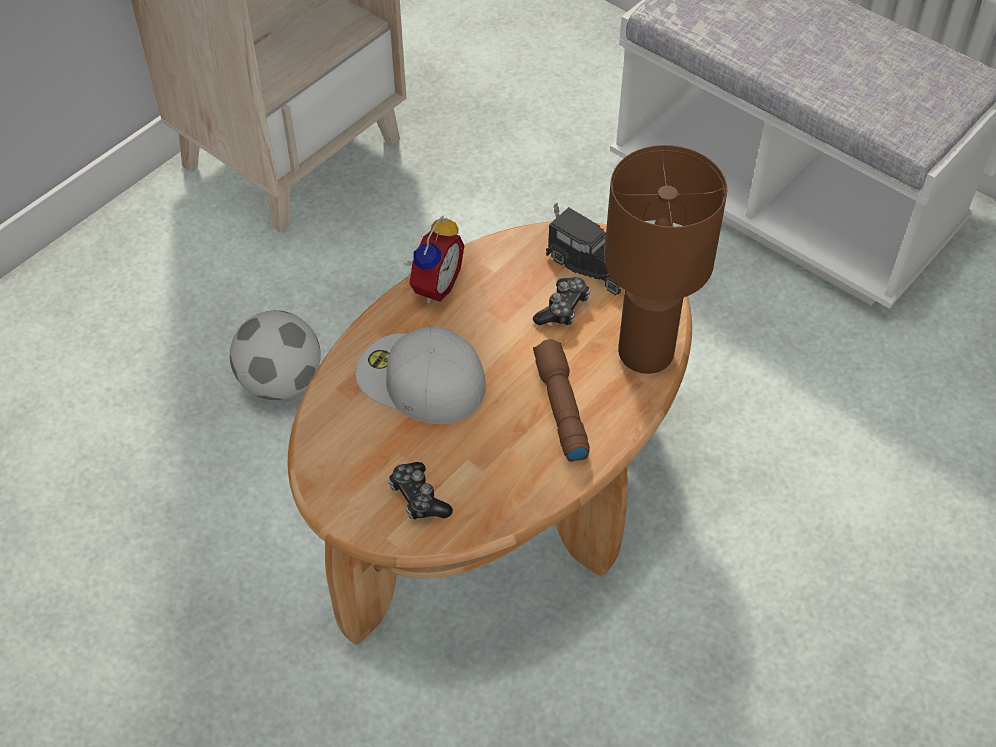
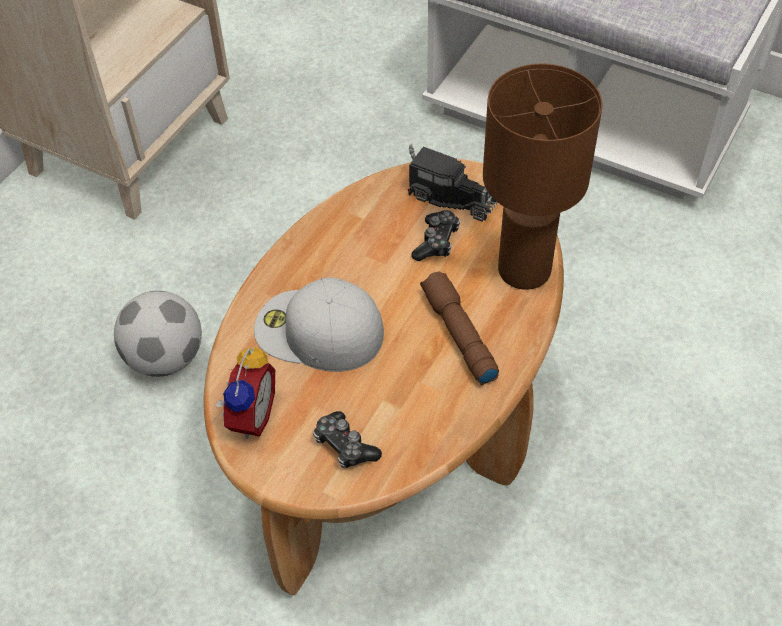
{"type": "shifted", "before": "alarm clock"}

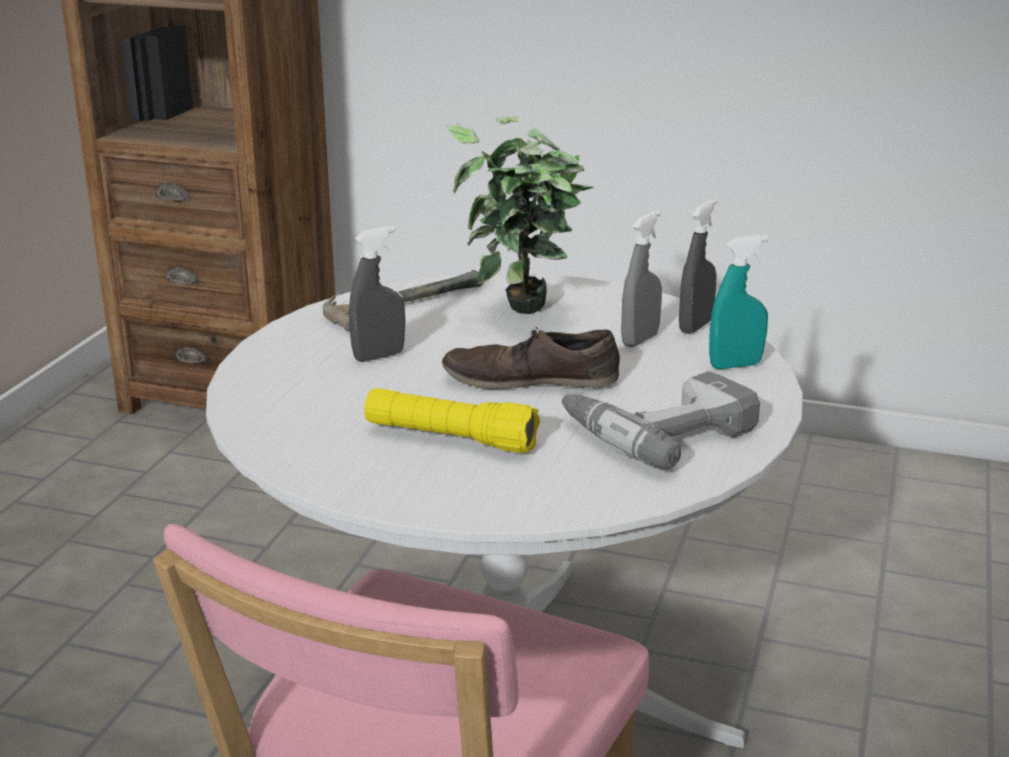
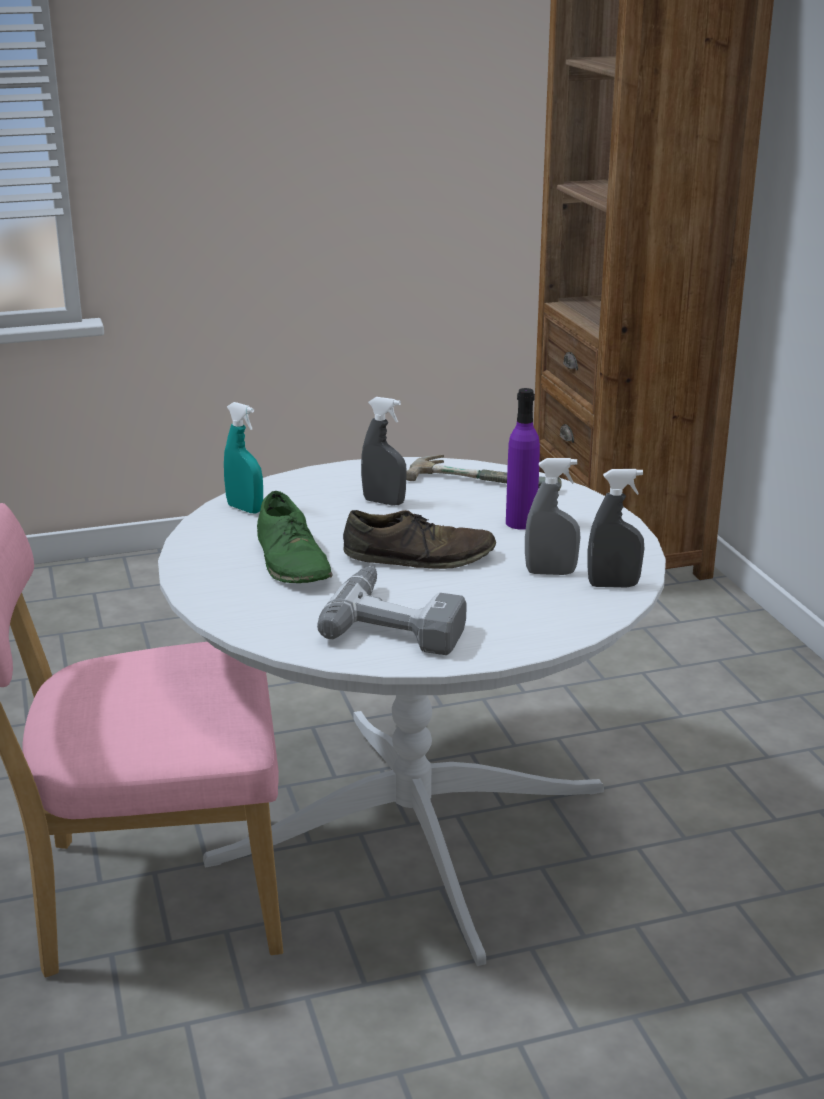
{"type": "swapped", "before": "potted plant", "after": "bottle (purple)"}
{"type": "shifted", "before": "spray bottle (turquoise)"}
{"type": "rotated", "before": "shoe (brown)", "turn": 120}
{"type": "swapped", "before": "flashlight (yellow)", "after": "shoe (green)"}

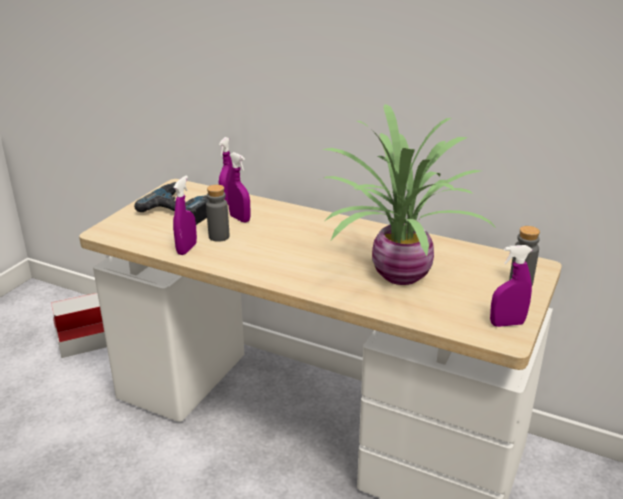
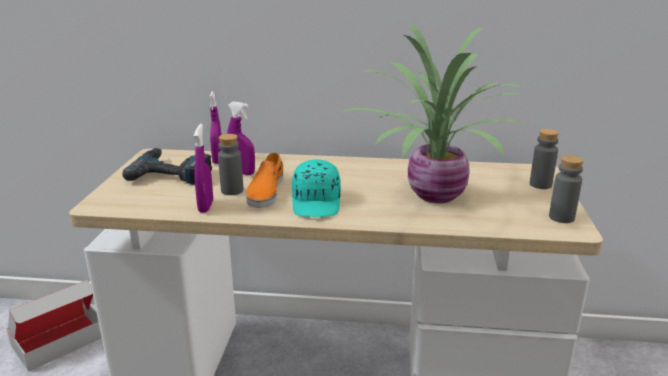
{"type": "swapped", "before": "spray bottle (purple) (no. 4 from left)", "after": "bottle (grey) (no. 3 from left)"}
{"type": "new", "after": "shoe (orange)"}
{"type": "new", "after": "cap (turquoise)"}

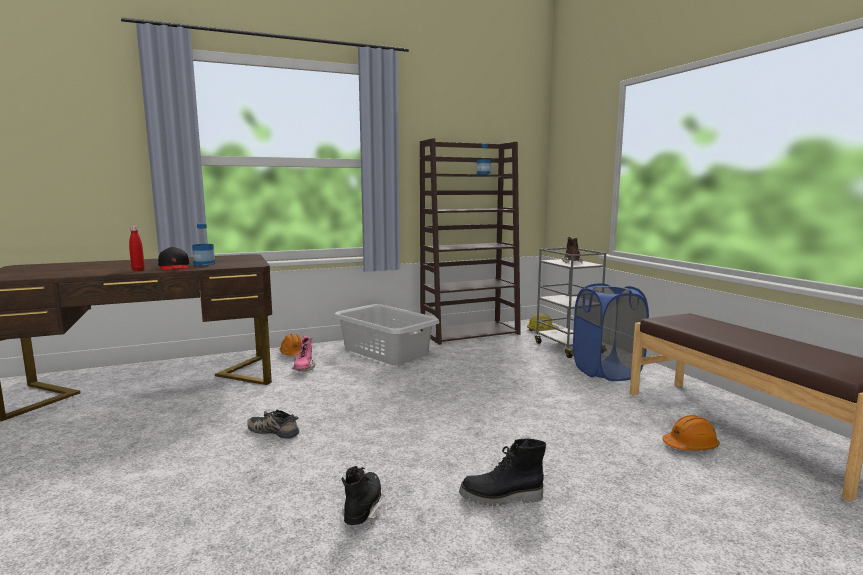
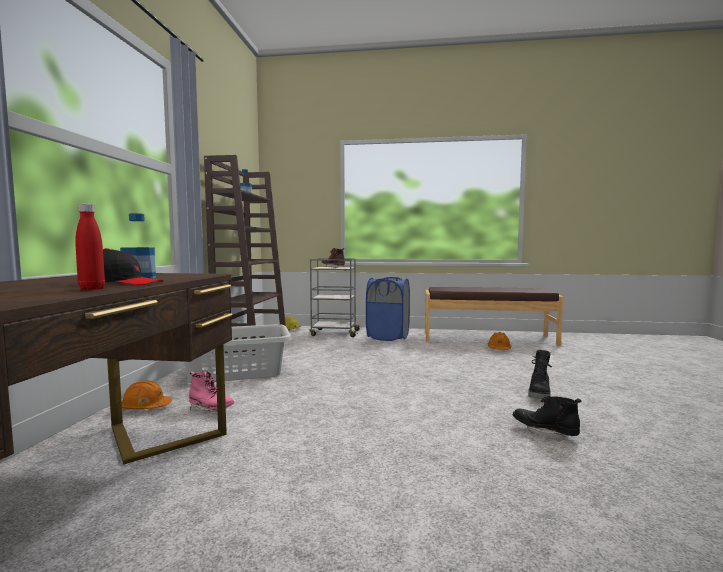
{"type": "gone", "before": "shoe"}

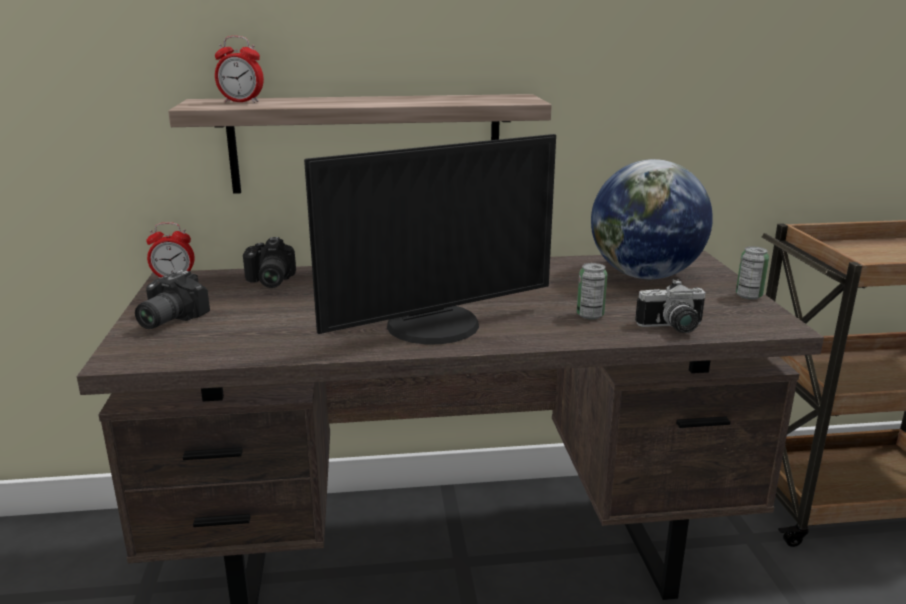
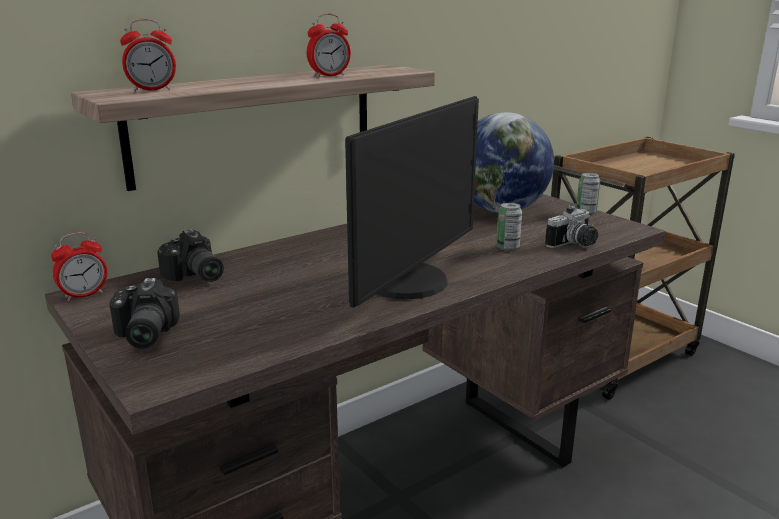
{"type": "new", "after": "alarm clock (no. 3 from left)"}

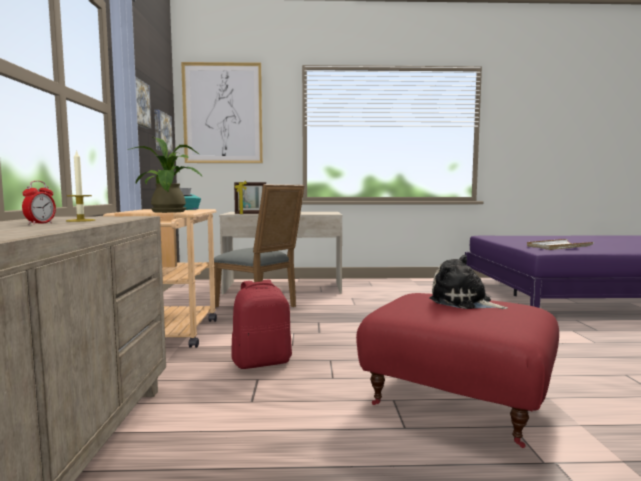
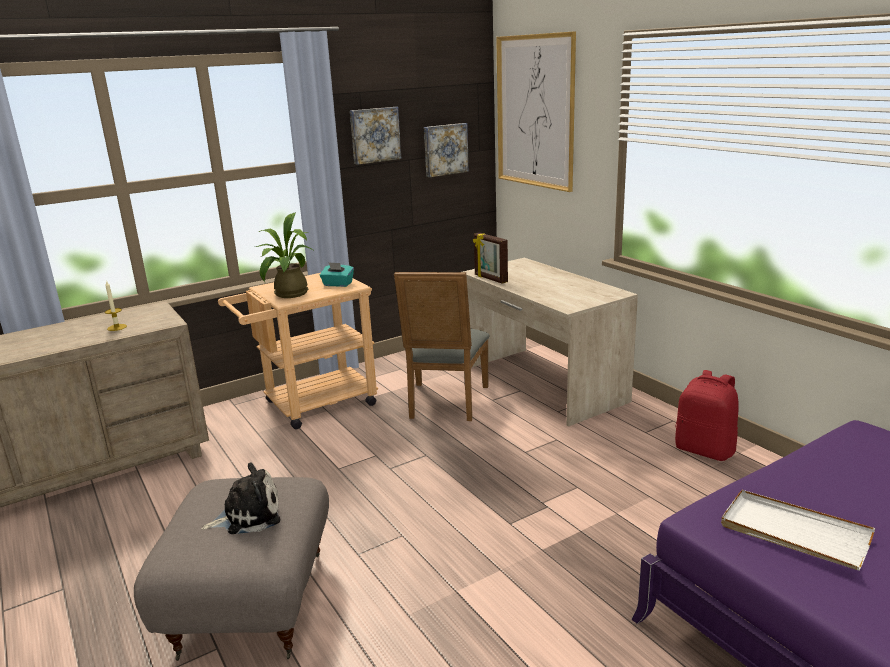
{"type": "gone", "before": "alarm clock"}
{"type": "rotated", "before": "plush toy", "turn": 60}
{"type": "shifted", "before": "backpack (red)"}
{"type": "repainted", "before": "ottoman (red)", "after": "ottoman (grey)"}

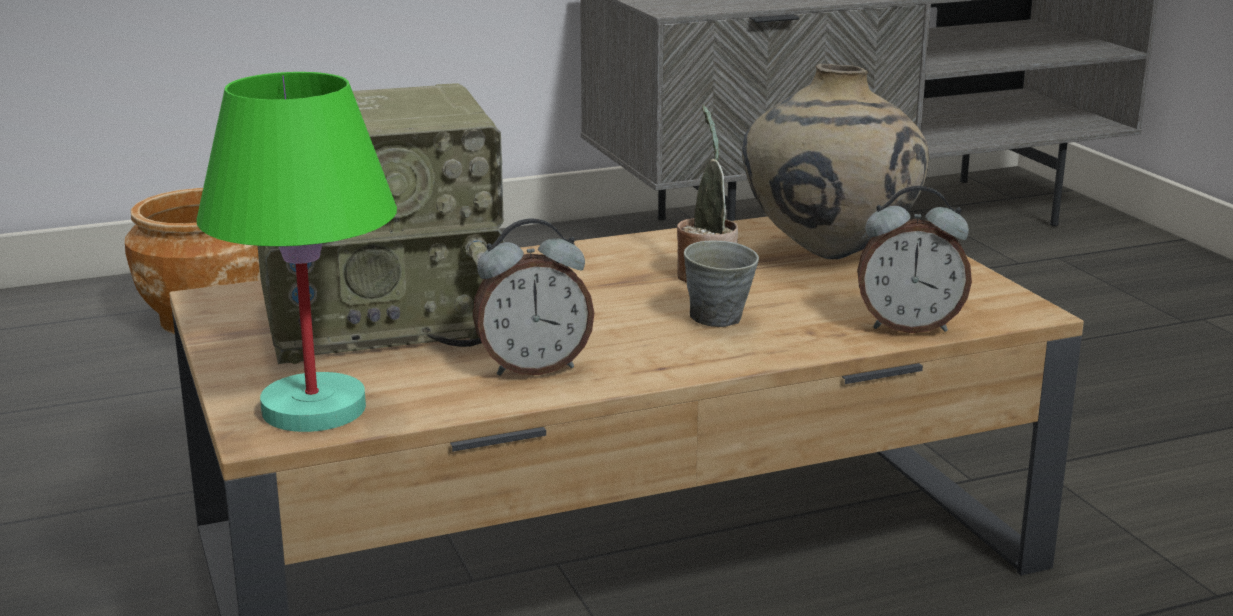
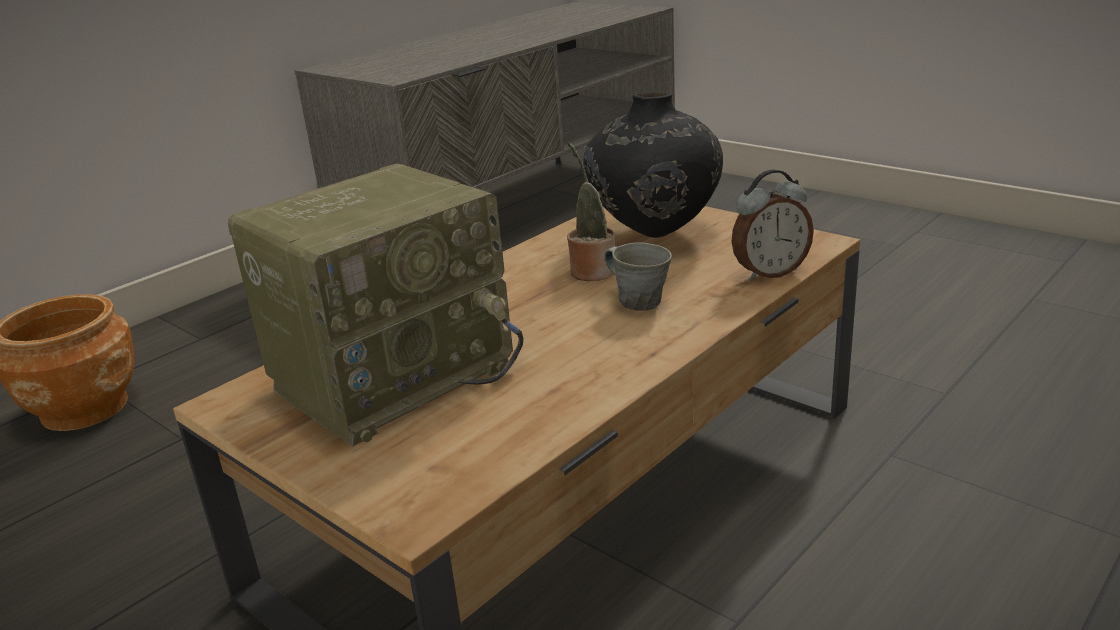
{"type": "repainted", "before": "vase (beige)", "after": "vase (black)"}
{"type": "gone", "before": "table lamp (green)"}
{"type": "gone", "before": "alarm clock (no. 1 from left)"}

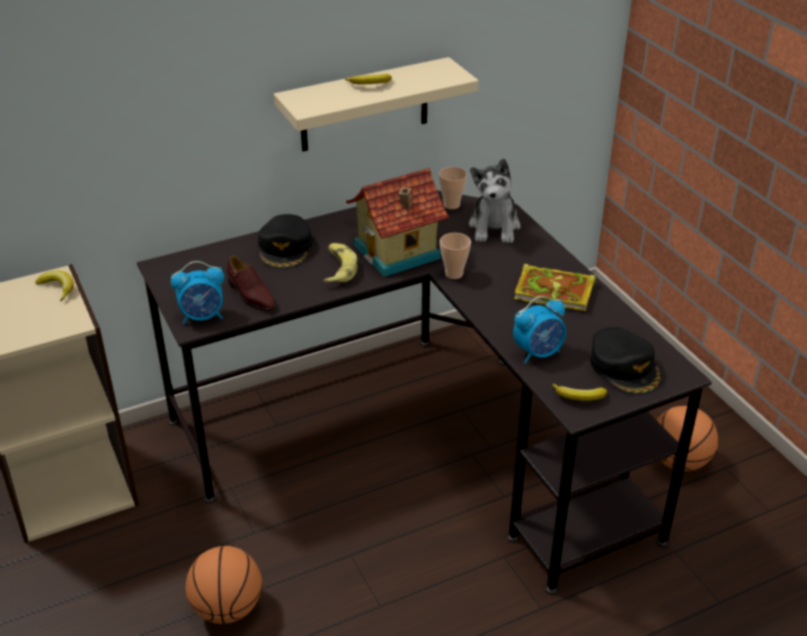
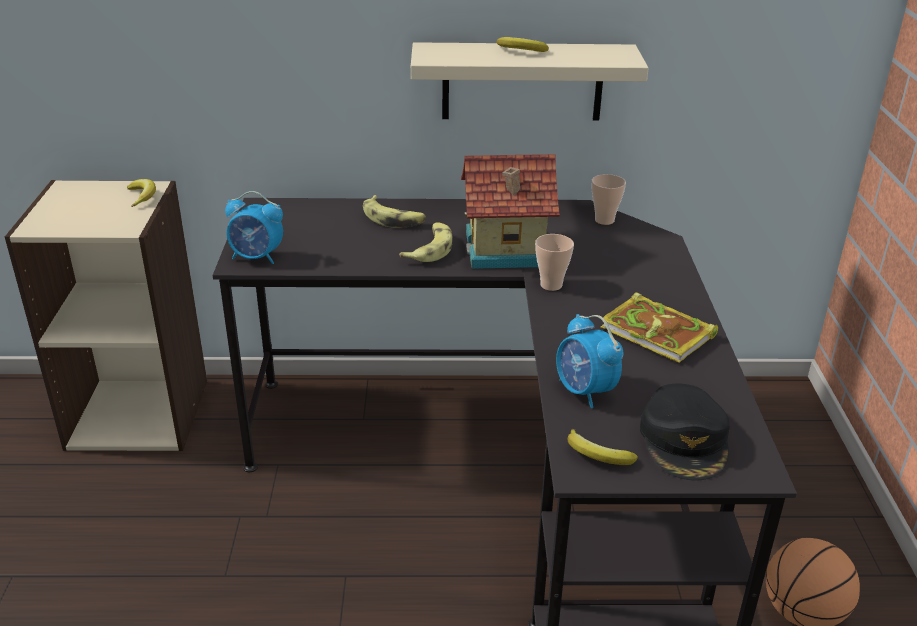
{"type": "gone", "before": "plush toy"}
{"type": "swapped", "before": "cap (black) (no. 1 from left)", "after": "banana (no. 2 from left)"}
{"type": "gone", "before": "shoe (brown)"}
{"type": "rotated", "before": "alarm clock (no. 2 from left)", "turn": 60}
{"type": "gone", "before": "basketball (no. 1 from left)"}

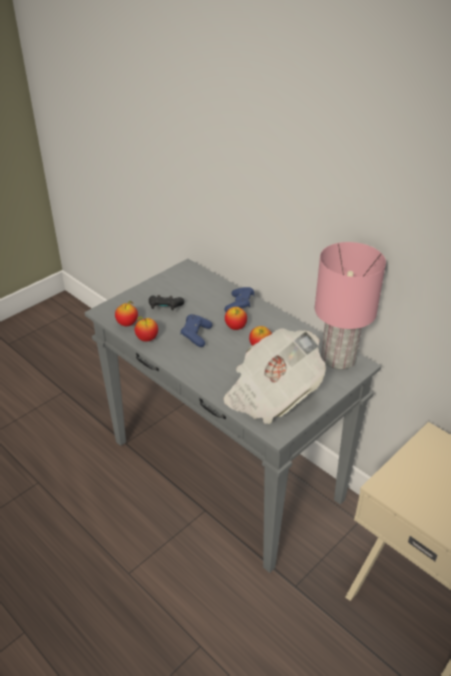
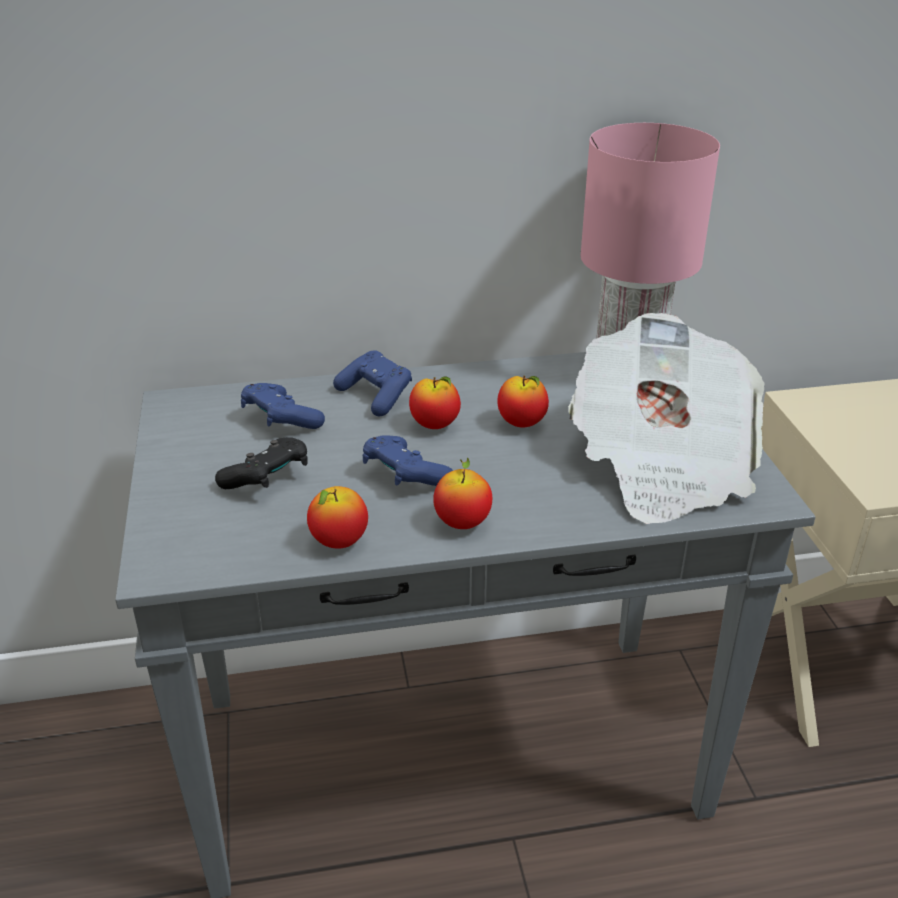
{"type": "shifted", "before": "apple (no. 1 from left in the first image)", "after": "apple (no. 3 from left)"}
{"type": "new", "after": "game controller (blue) (no. 1 from left)"}

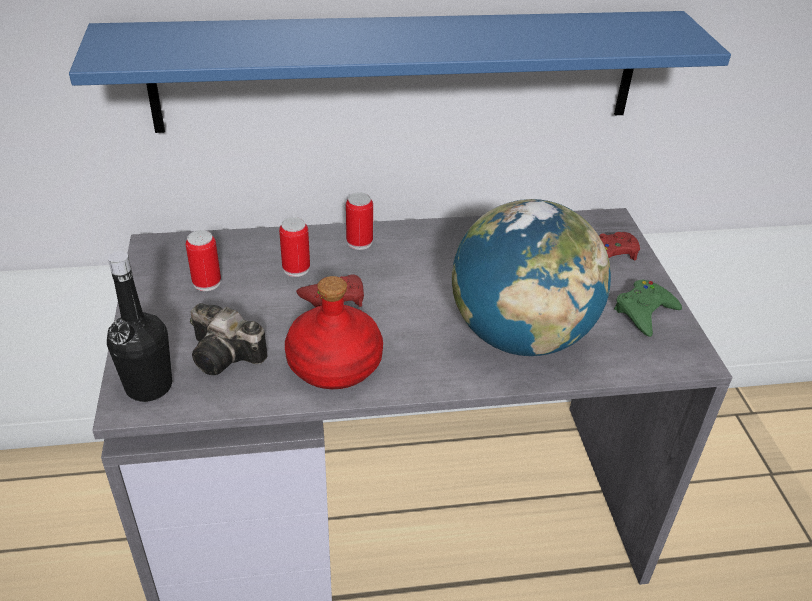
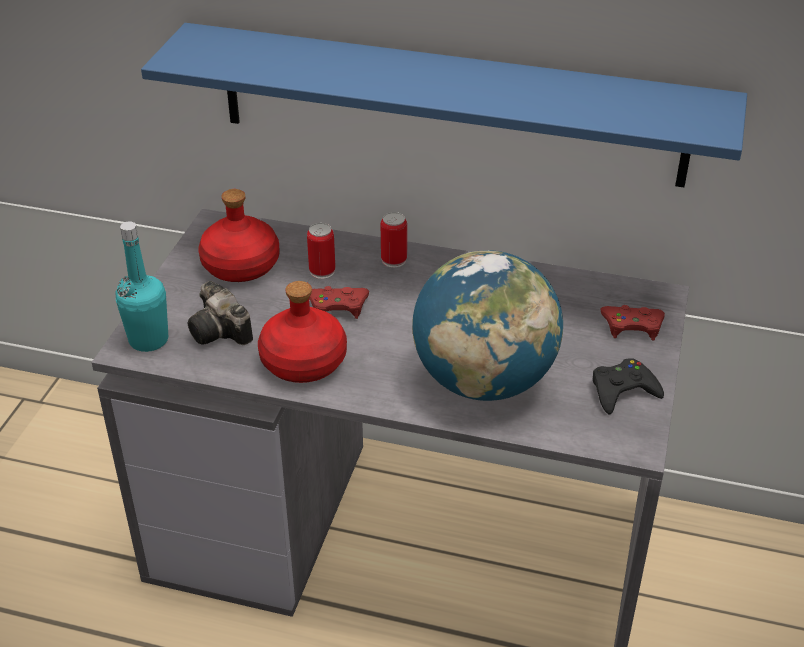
{"type": "swapped", "before": "can (no. 1 from left)", "after": "bottle (red) (no. 1 from left)"}
{"type": "repainted", "before": "bottle (black)", "after": "bottle (turquoise)"}
{"type": "repainted", "before": "game controller (green)", "after": "game controller (black)"}

